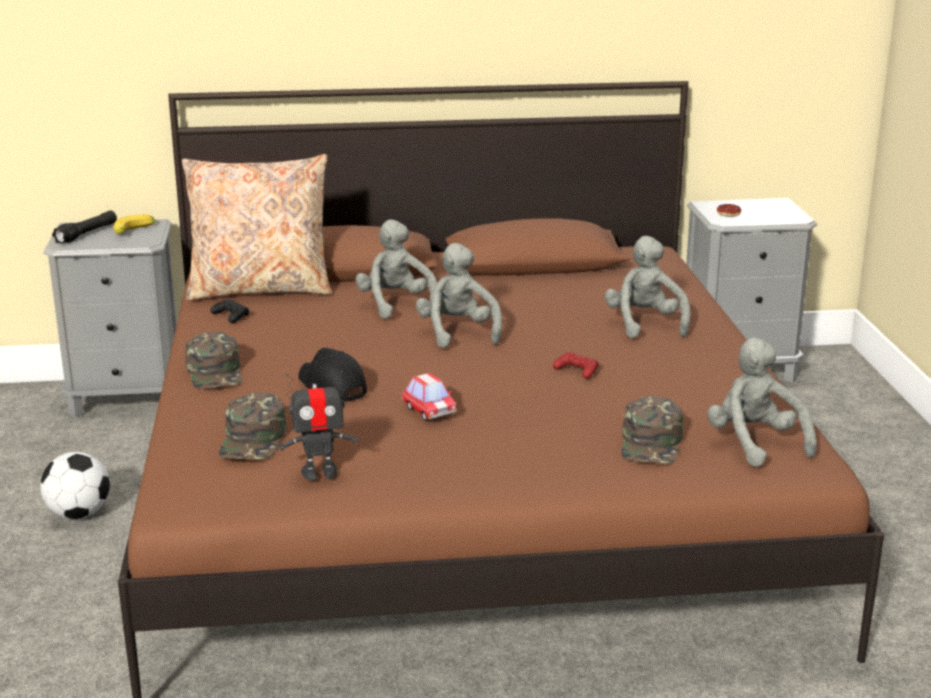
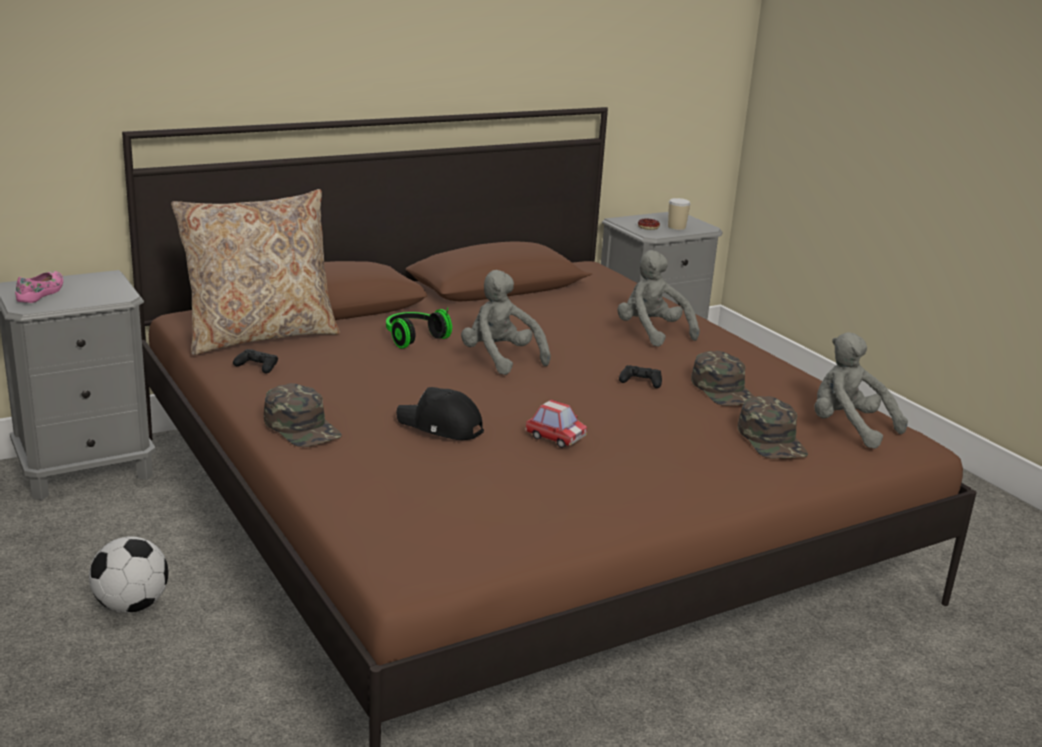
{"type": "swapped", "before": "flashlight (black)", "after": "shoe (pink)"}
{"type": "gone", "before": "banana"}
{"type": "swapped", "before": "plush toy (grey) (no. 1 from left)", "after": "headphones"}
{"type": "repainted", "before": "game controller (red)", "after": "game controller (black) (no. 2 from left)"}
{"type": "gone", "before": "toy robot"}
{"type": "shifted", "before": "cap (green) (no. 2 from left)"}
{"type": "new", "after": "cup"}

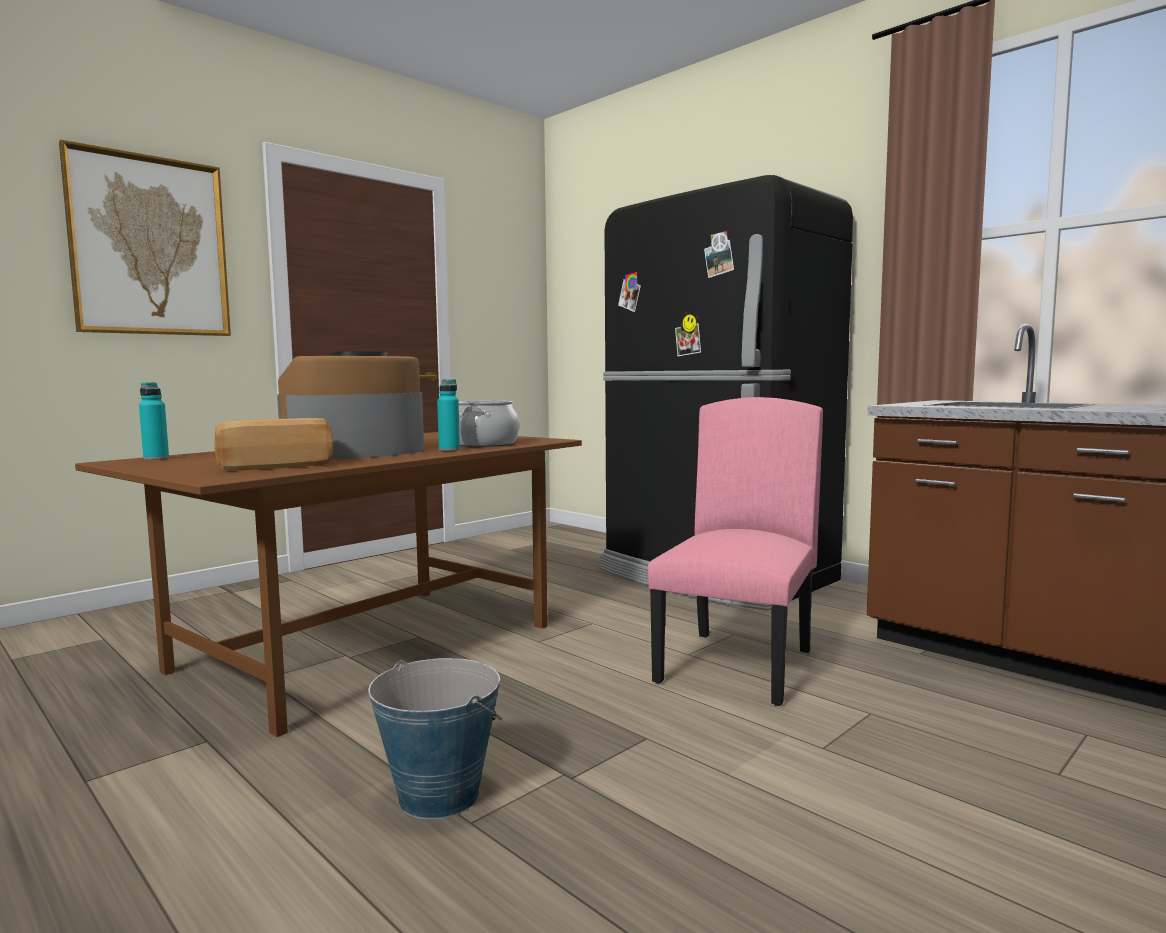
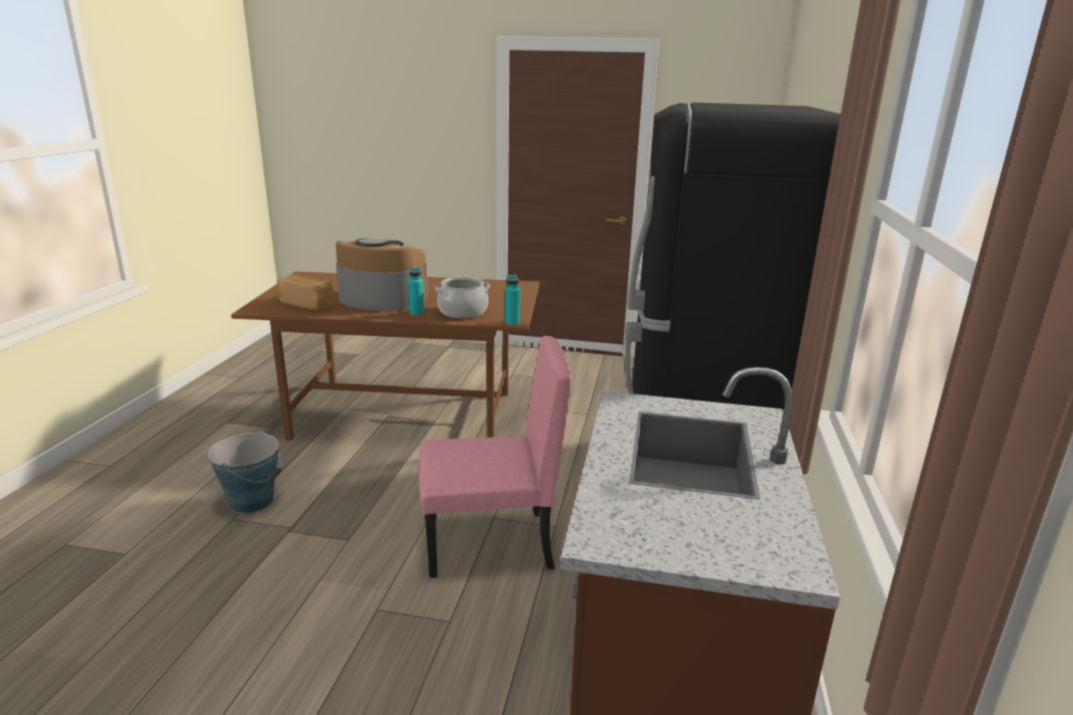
{"type": "gone", "before": "picture"}
{"type": "shifted", "before": "bottle (turquoise) (no. 1 from left in the first image)", "after": "bottle (turquoise) (no. 2 from left)"}

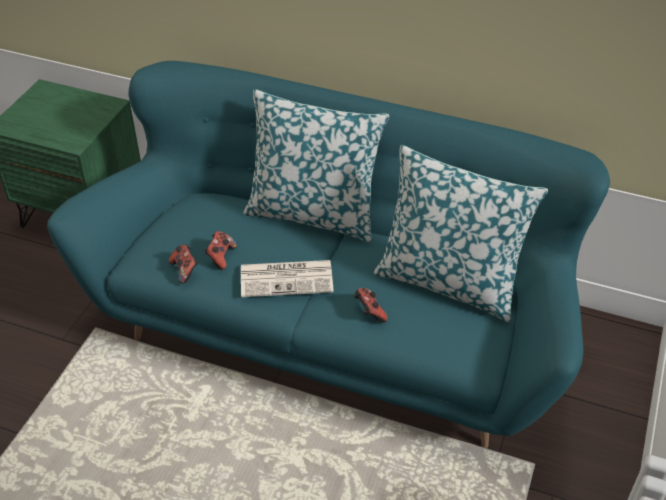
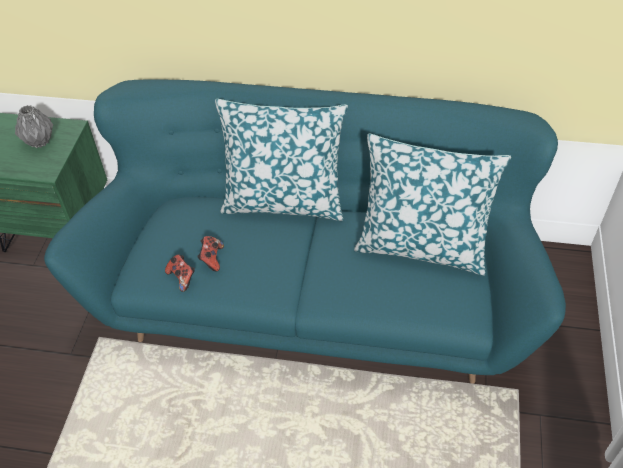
{"type": "gone", "before": "newspaper"}
{"type": "gone", "before": "game controller (no. 3 from left)"}
{"type": "new", "after": "vase (grey)"}

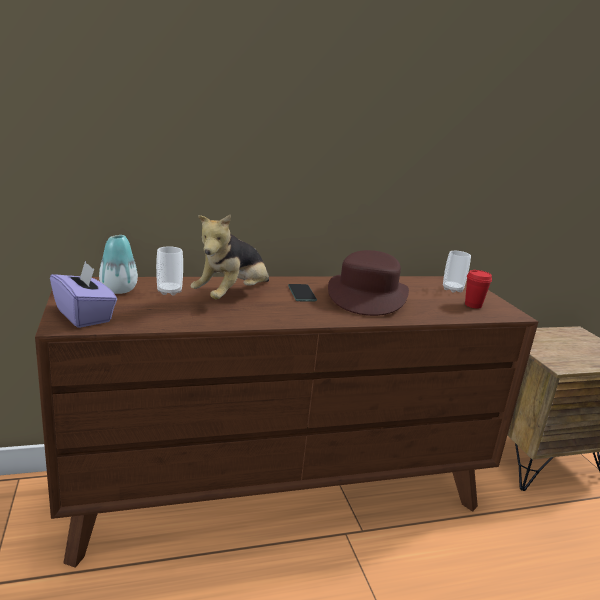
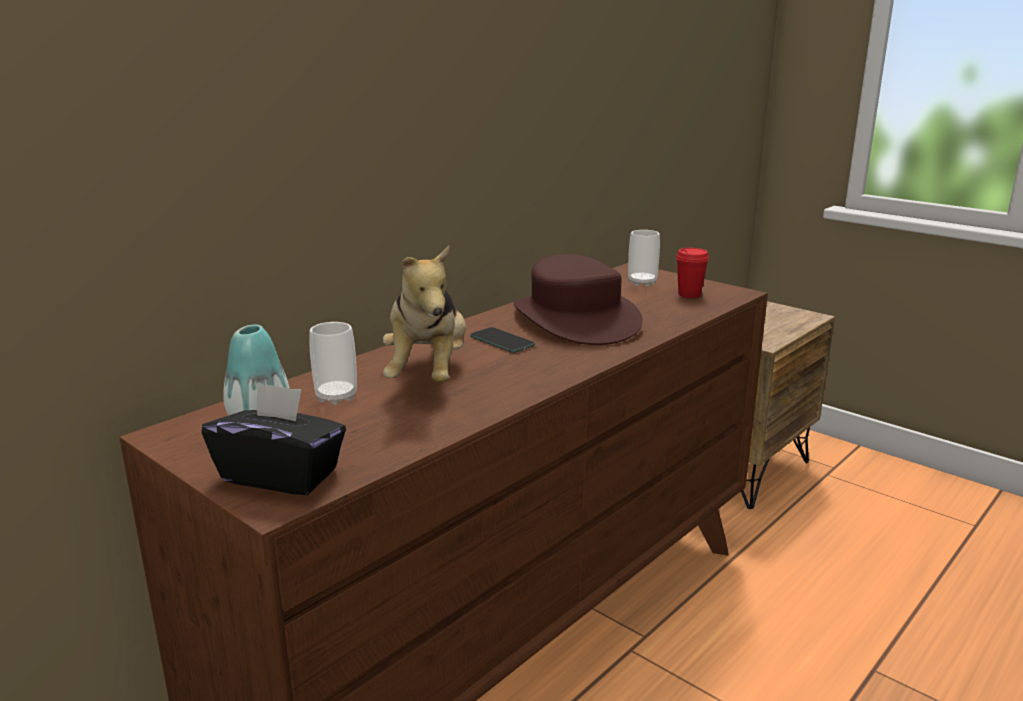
{"type": "repainted", "before": "tissue box (purple)", "after": "tissue box (black)"}

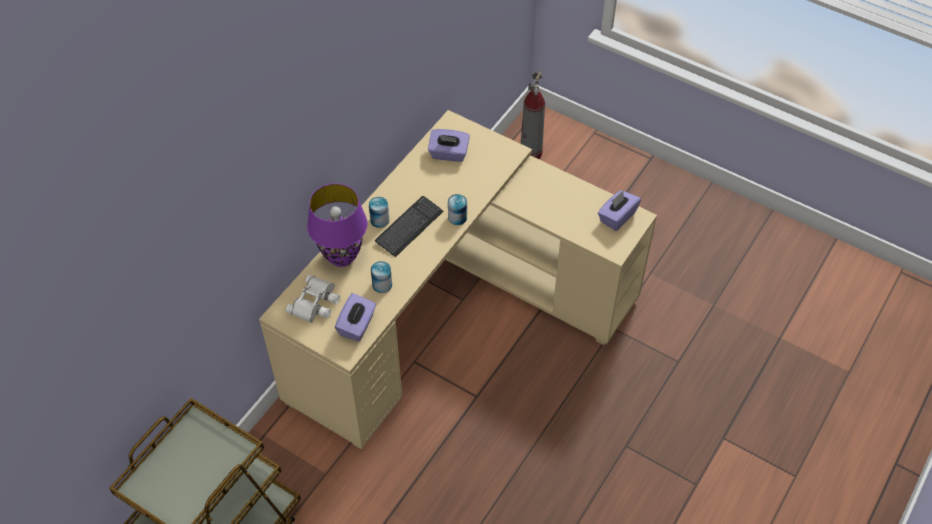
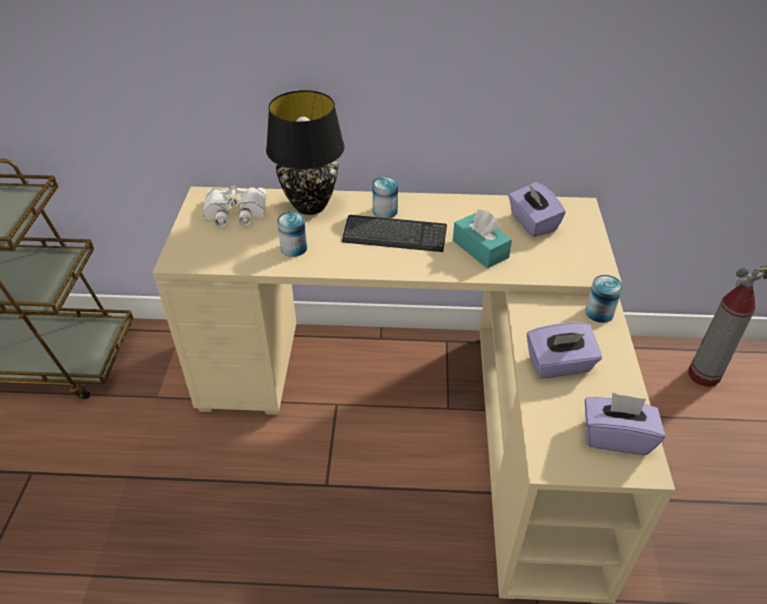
{"type": "repainted", "before": "table lamp (purple)", "after": "table lamp (black)"}
{"type": "shifted", "before": "can (no. 3 from left)"}
{"type": "shifted", "before": "tissue box (purple) (no. 1 from left in the first image)", "after": "tissue box (purple) (no. 2 from left)"}
{"type": "new", "after": "tissue box (turquoise)"}

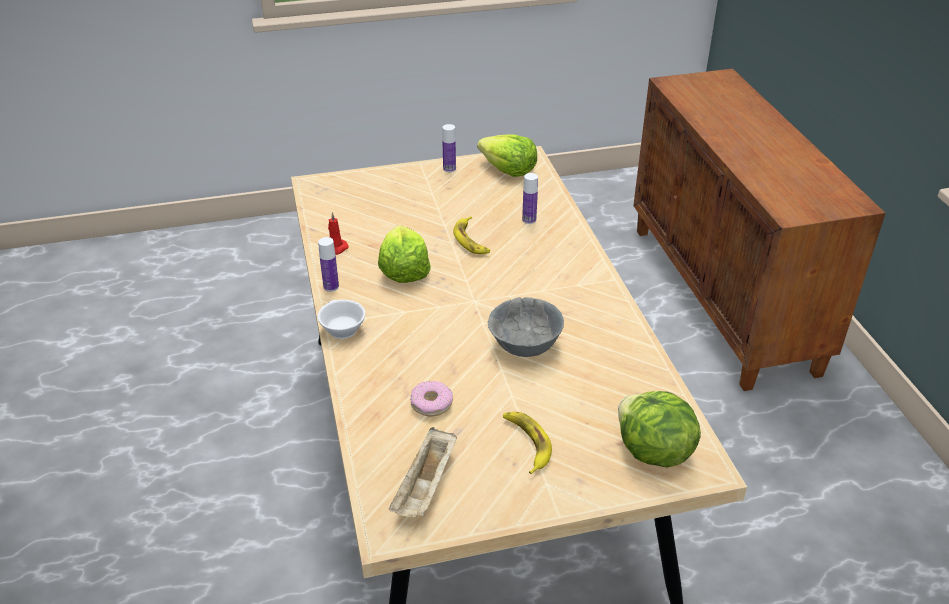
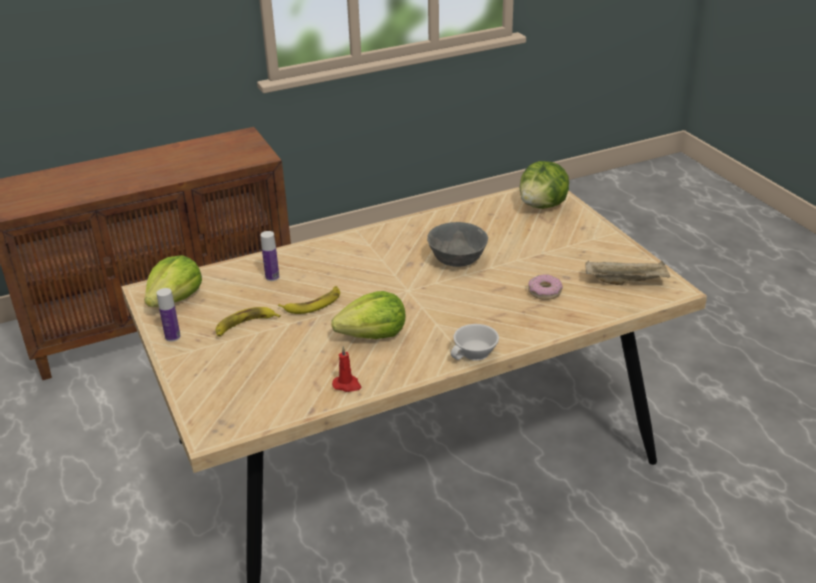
{"type": "gone", "before": "bottle (no. 1 from left)"}
{"type": "shifted", "before": "banana (no. 2 from left in the first image)", "after": "banana (no. 1 from left)"}

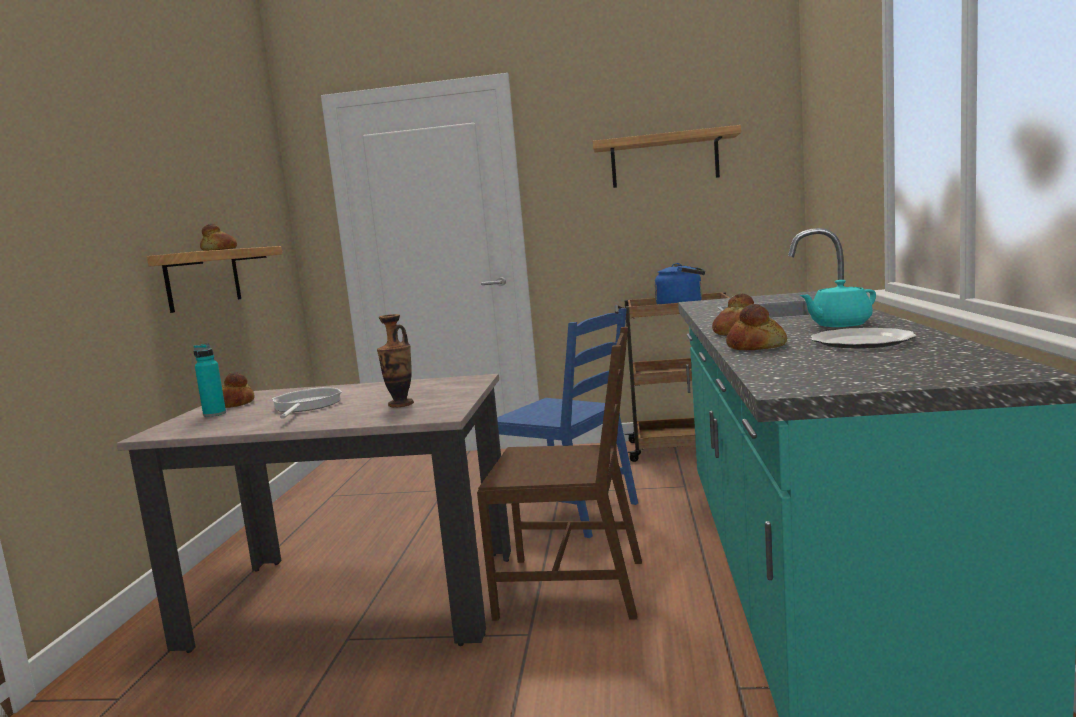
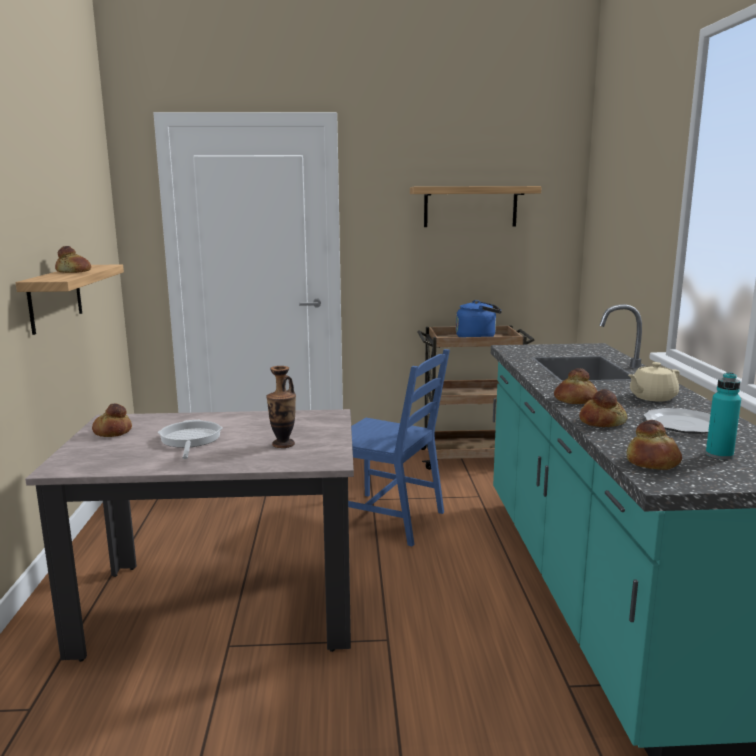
{"type": "repainted", "before": "teapot (turquoise)", "after": "teapot (beige)"}
{"type": "gone", "before": "chair (brown)"}
{"type": "shifted", "before": "bottle (turquoise)"}
{"type": "new", "after": "bread (no. 5 from left)"}

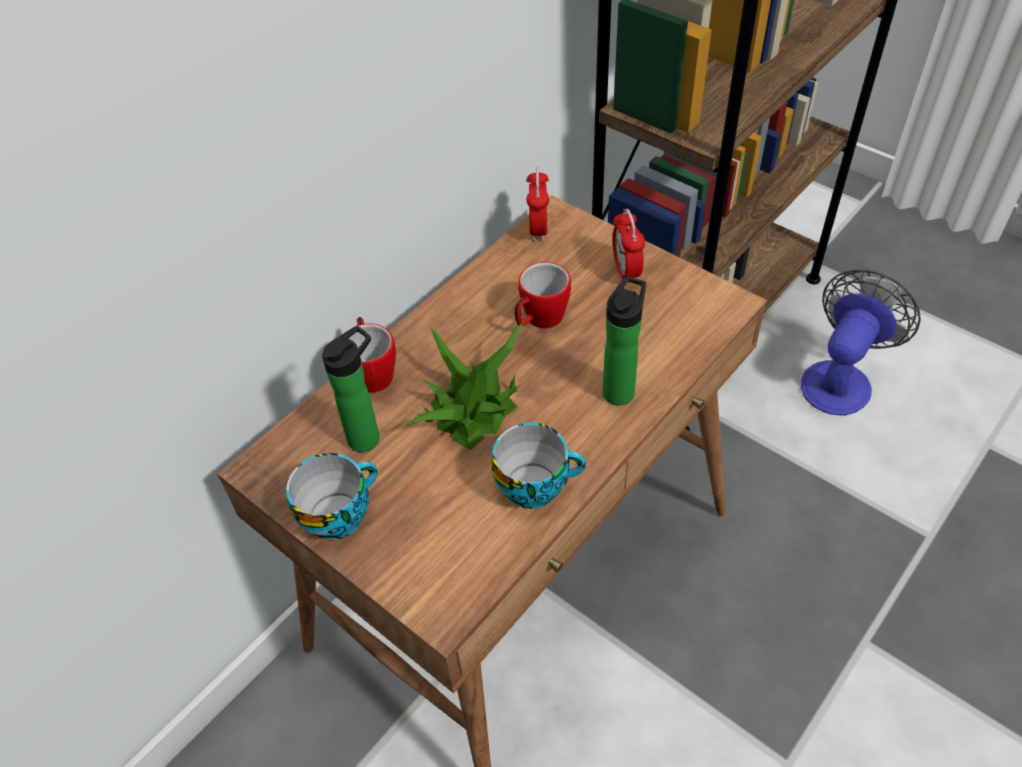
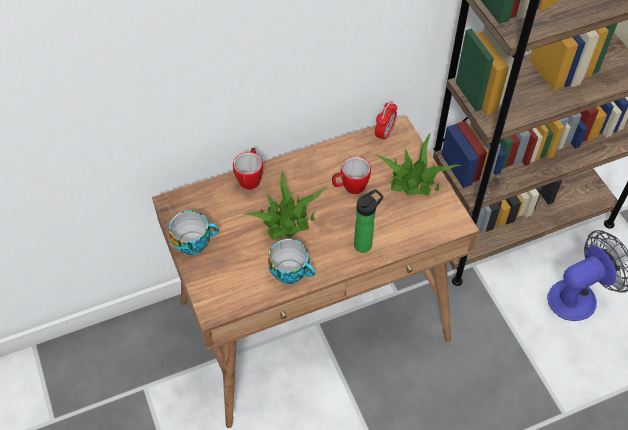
{"type": "swapped", "before": "alarm clock (no. 2 from left)", "after": "potted plant (no. 2 from left)"}
{"type": "gone", "before": "bottle (no. 1 from left)"}

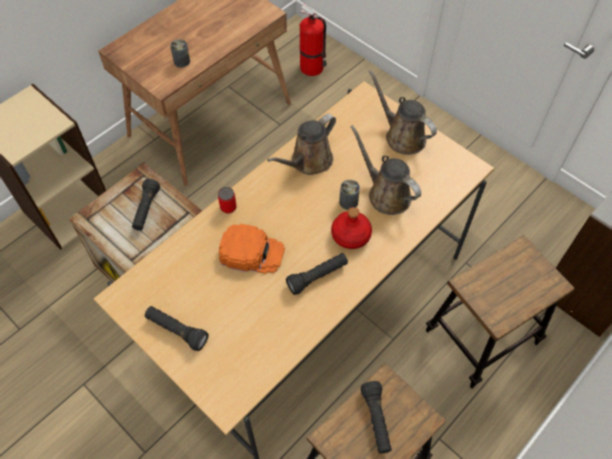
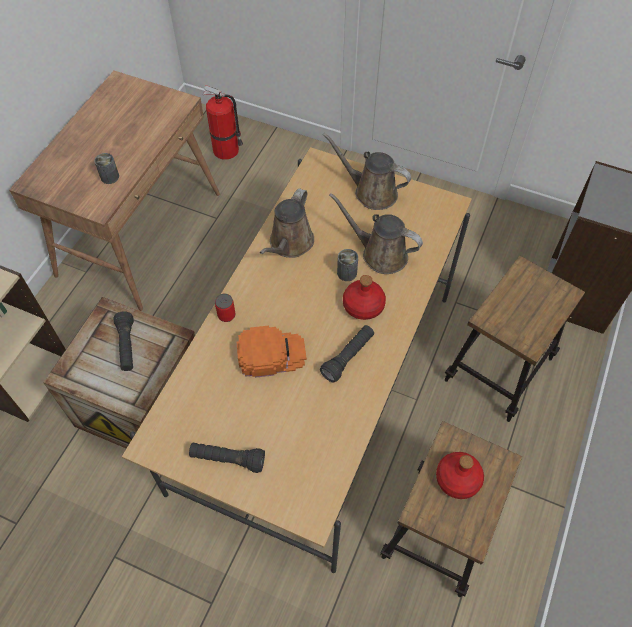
{"type": "swapped", "before": "flashlight (black) (no. 4 from left)", "after": "bottle (red) (no. 2 from left)"}

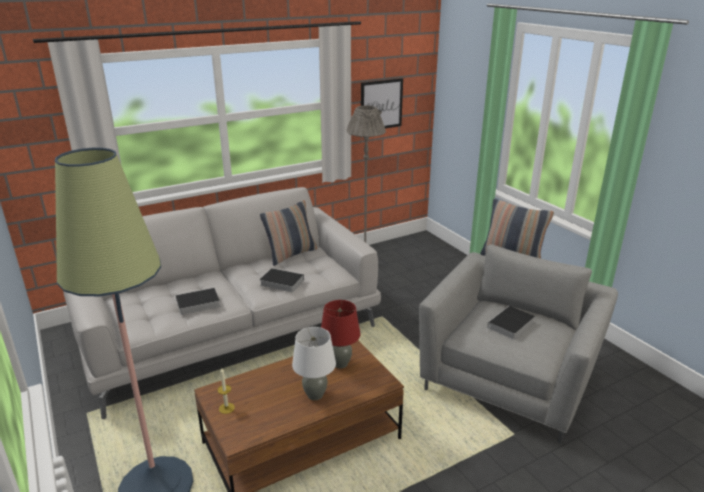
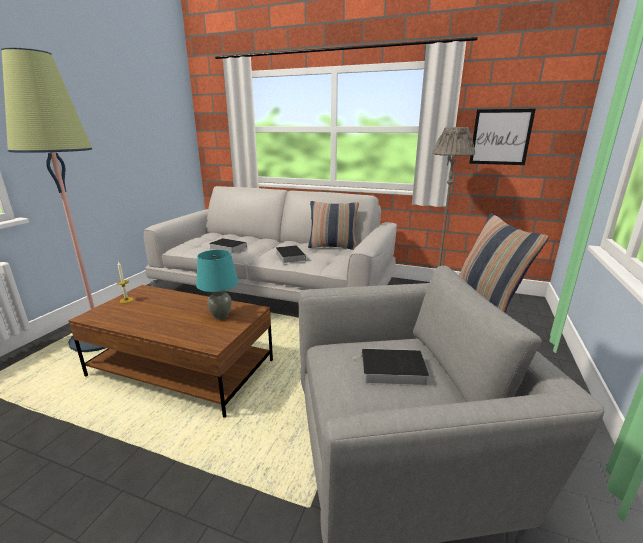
{"type": "repainted", "before": "table lamp (red)", "after": "table lamp (turquoise)"}
{"type": "gone", "before": "table lamp (white)"}

